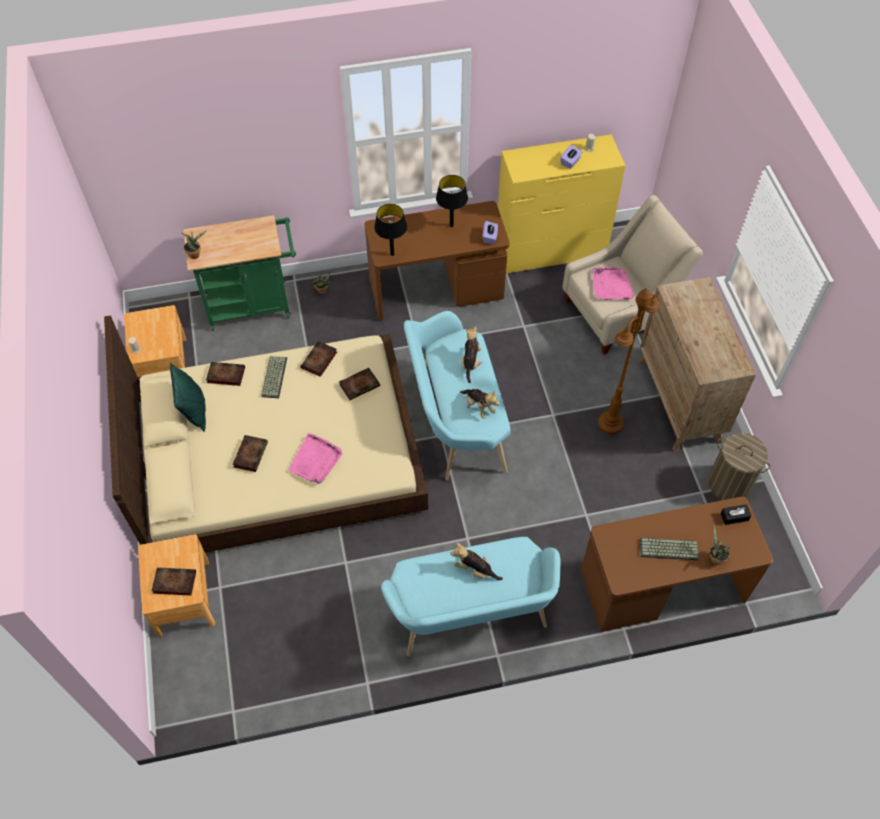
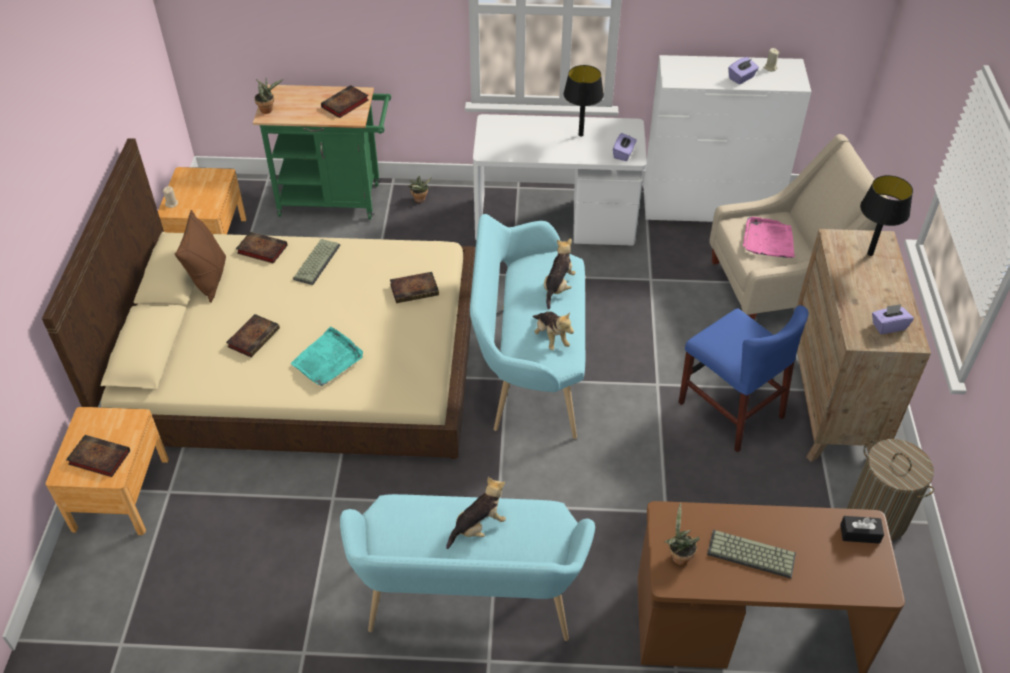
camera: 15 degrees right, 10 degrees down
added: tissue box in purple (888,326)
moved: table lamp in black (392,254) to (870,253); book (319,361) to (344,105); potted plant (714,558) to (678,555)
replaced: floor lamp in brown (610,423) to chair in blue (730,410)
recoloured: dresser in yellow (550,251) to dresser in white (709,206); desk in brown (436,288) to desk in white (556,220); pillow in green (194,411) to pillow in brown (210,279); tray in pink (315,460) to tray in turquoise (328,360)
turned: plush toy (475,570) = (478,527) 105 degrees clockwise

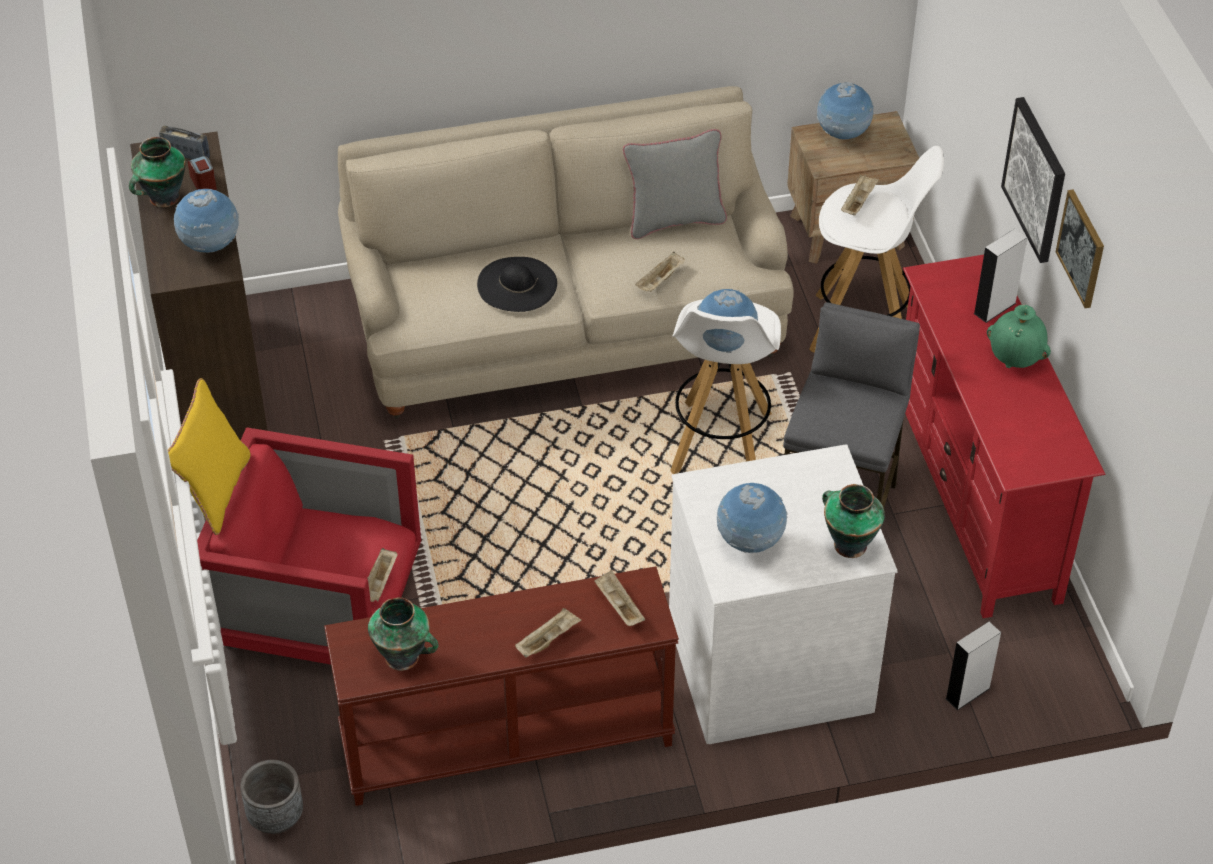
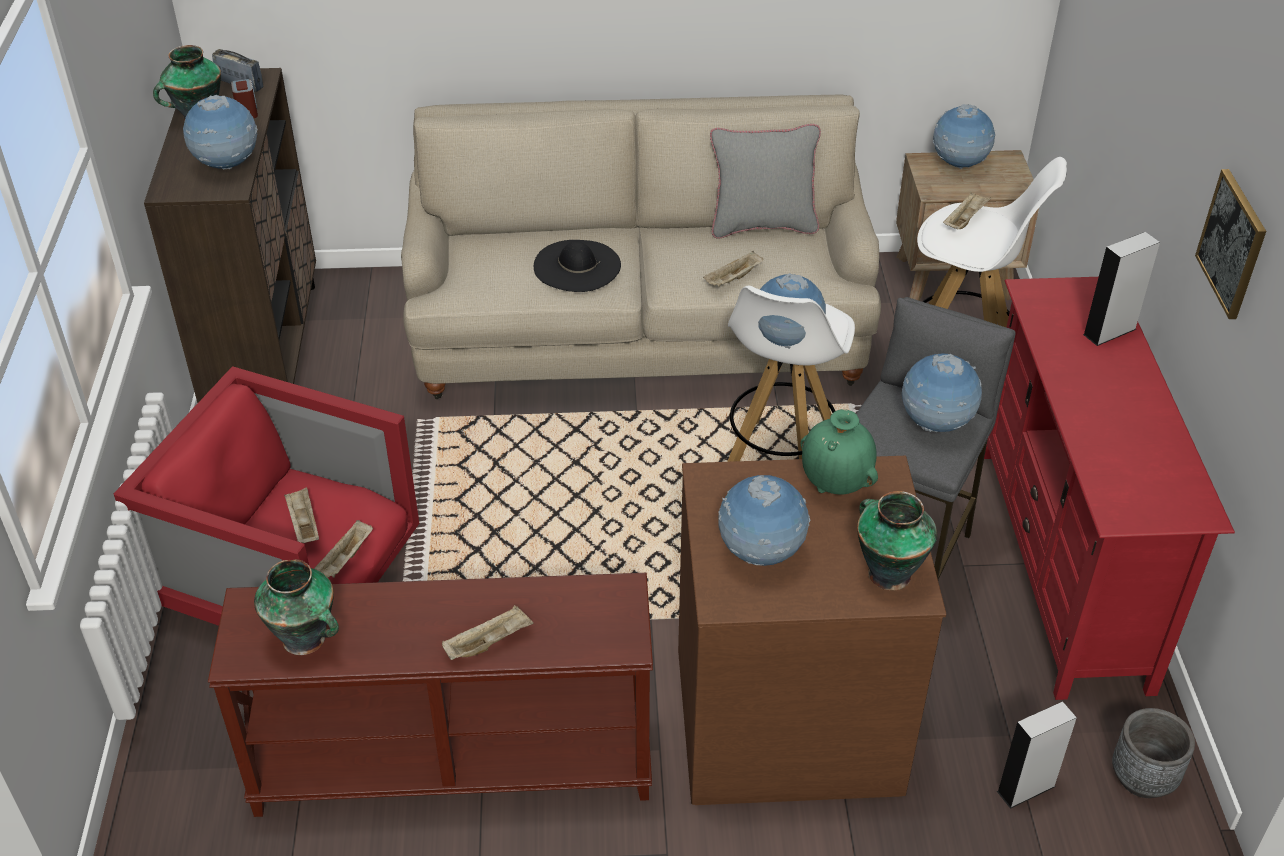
camera: 10 degrees right, 5 degrees down
removed: picture (1036,179); pillow in yellow (216,492)
added: globe (935,425)
moved: vase in green (1015,360) to (836,485); tray in beige (618,606) to (303,524); planter in grey (275,817) to (1142,778)
recoloured: dresser in white (769,663) to dresser in brown (787,716)

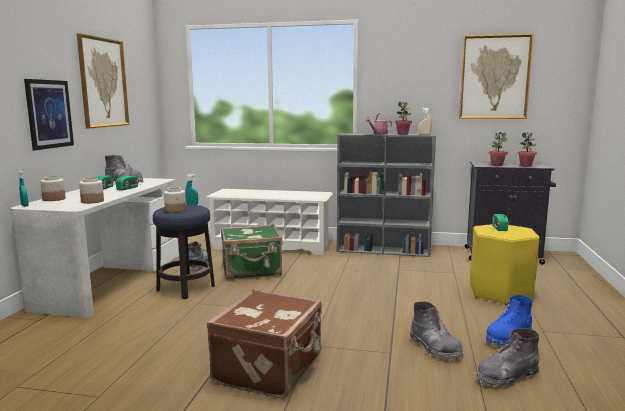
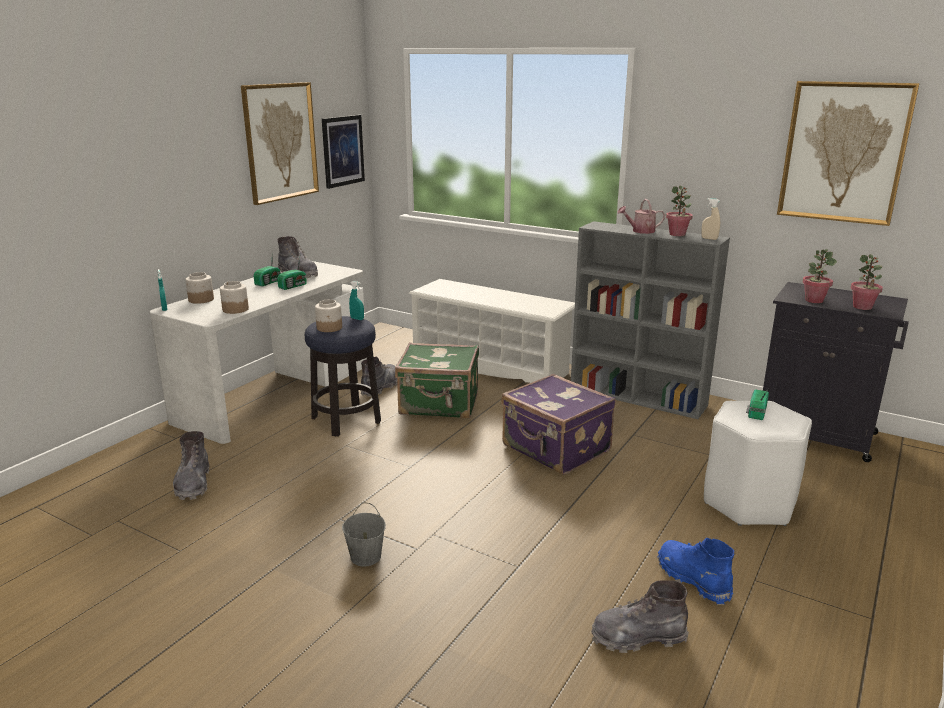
camera: 20 degrees right, 10 degrees up
added: suitcase in purple (555,449)
moved: picture (49,114) to (342,151); boot in grey (435,348) to (193,484)
replaced: suitcase in brown (270,369) to bucket in grey (365,557)
recoloured: stool in yellow (500,293) to stool in white (749,503)
turned: boot in blue (508,338) = (693,579) 75 degrees clockwise

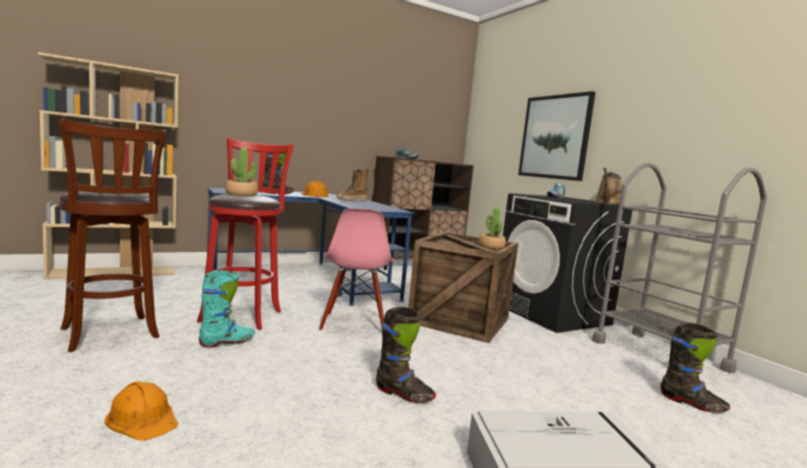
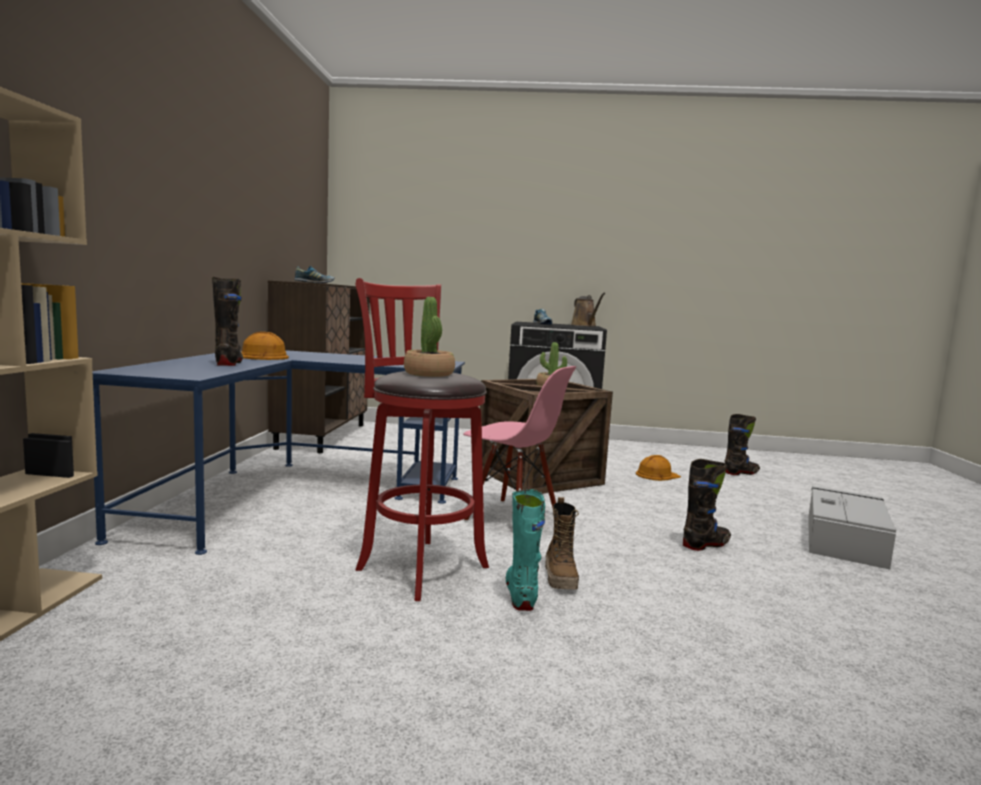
camera: 55 degrees left, 0 degrees up
removed: picture (554,137); stool in brown (111,334); cart in grey (659,355)
moved: boot (351,201) to (560,578); hard hat in orange (143,418) to (657,475)

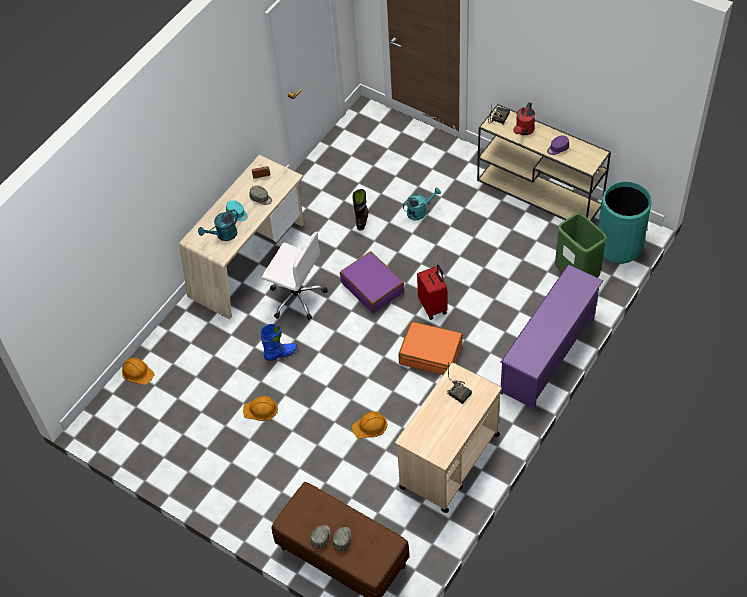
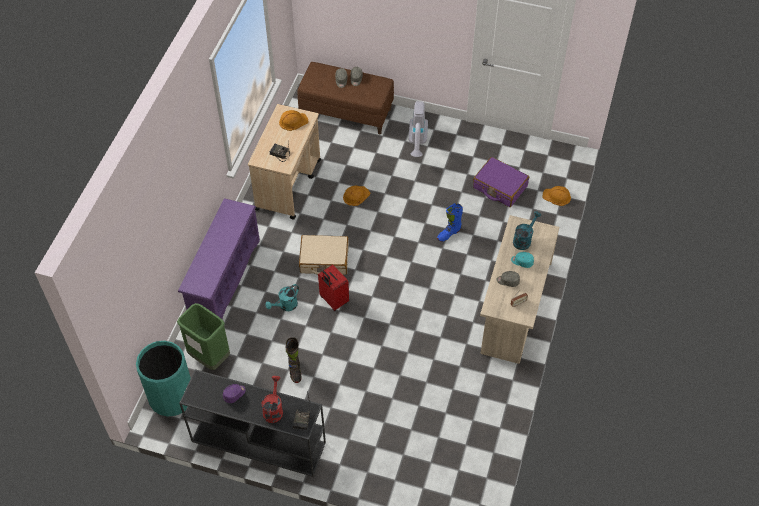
camera: 160 degrees right, 0 degrees up
removed: office chair in white (296,297)
added: vacuum cleaner (417,142)
moved: watering can in turquoise (419,211) to (285,306); boot in black (362,219) to (295,370); suitcase in purple (372,287) to (499,187); hard hat in orange (261,409) to (293,121)
recoloured: console table in beige (540,193) to console table in black (257,442); suitcase in orange (431,353) to suitcase in beige (324,260)

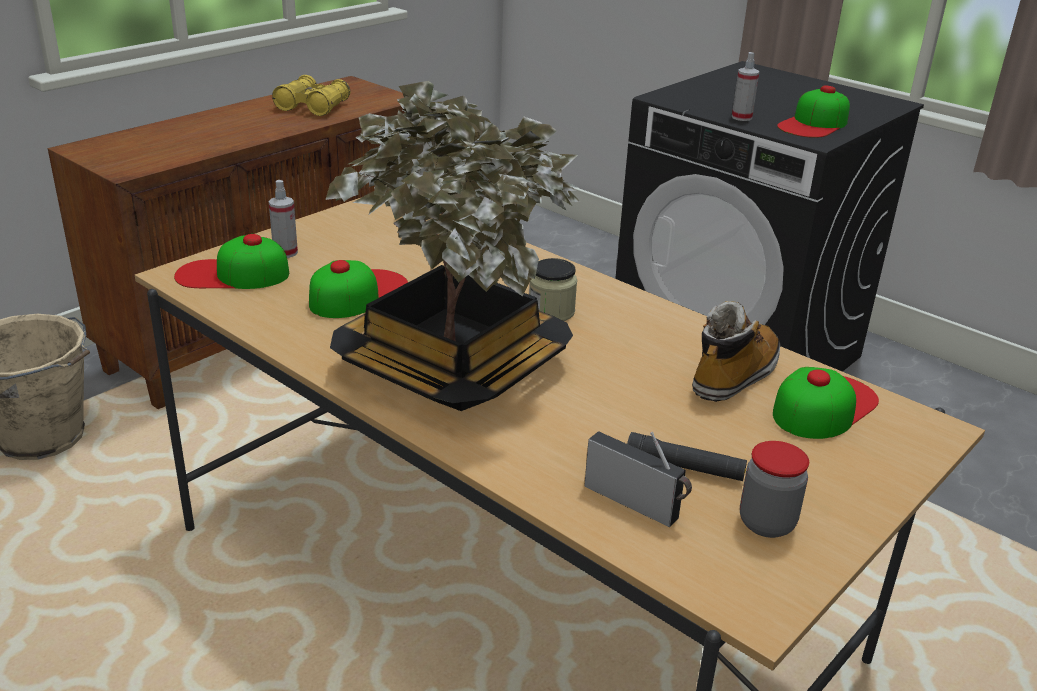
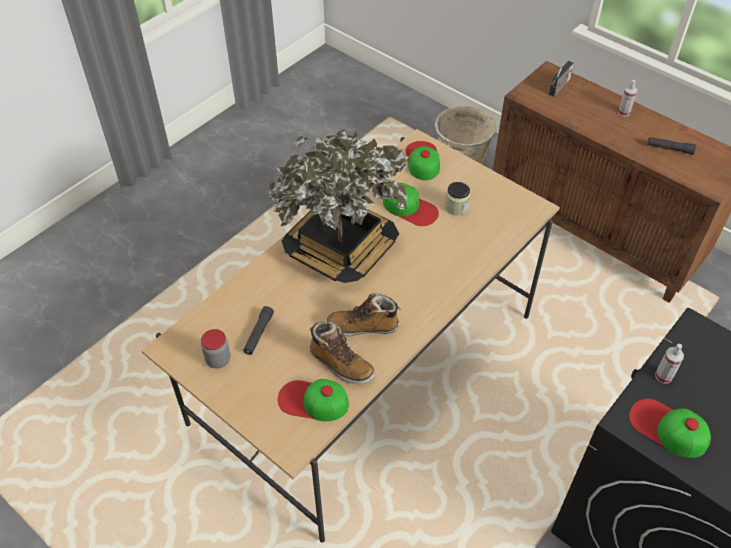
camera: 90 degrees right, 20 degrees up
added: boot (363,326)
moved: spray bottle (285,253) to (624,112); jar (551,312) to (456,207); radio (636,503) to (559,88)
replaced: binoculars in yellow (313,107) to flashlight in black (669,149)
turned: cap (823,406) = (313,401) 150 degrees clockwise

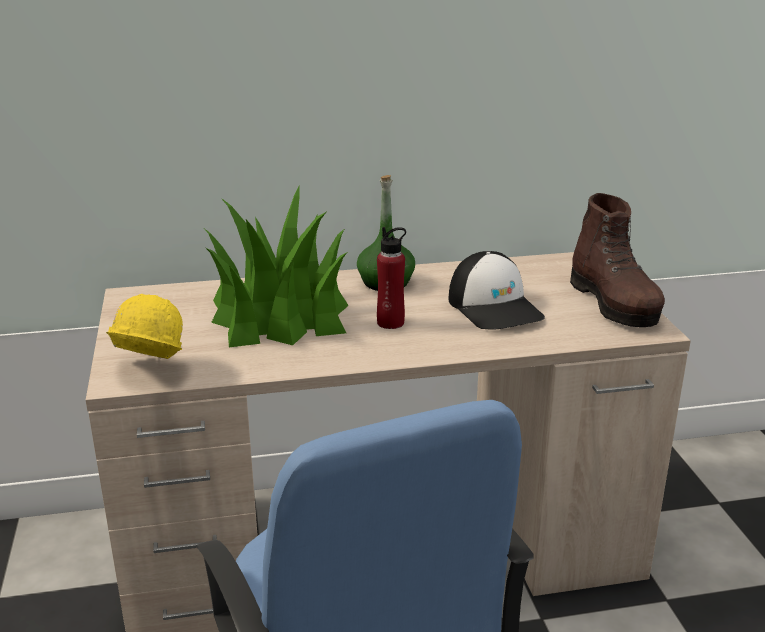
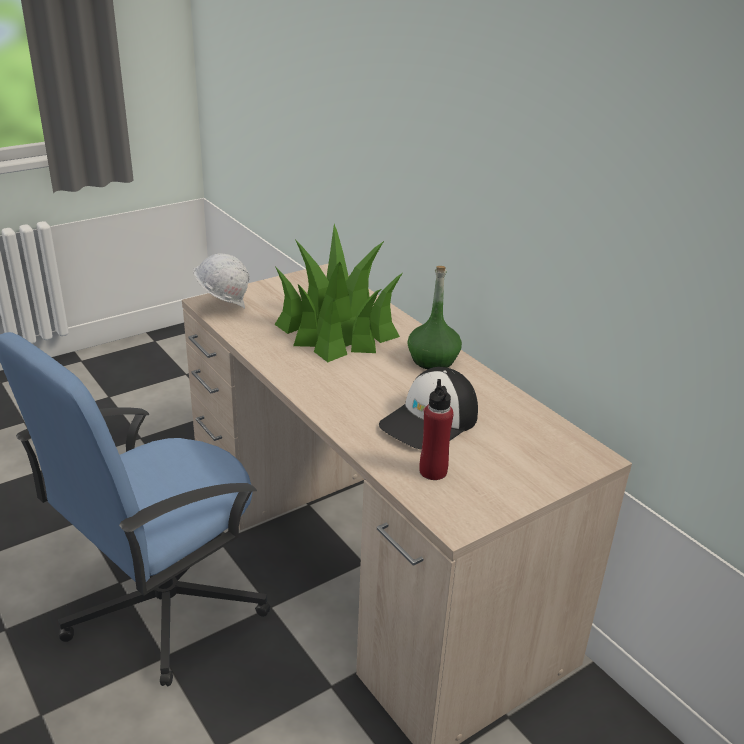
camera: 65 degrees right, 5 degrees up
removed: boot in brown (614,303)
moved: bottle in red (390,322) to (433,471)
recoloured: hard hat in yellow (148,373) to hard hat in white (223,308)

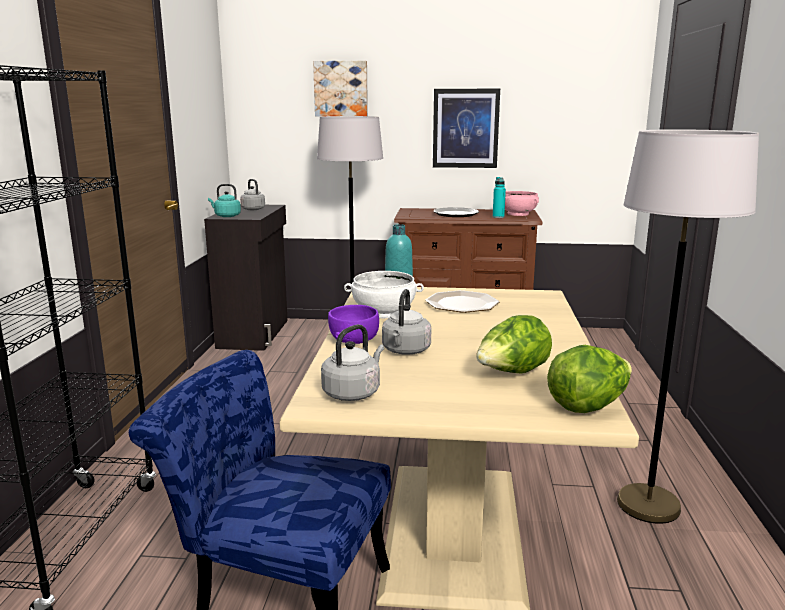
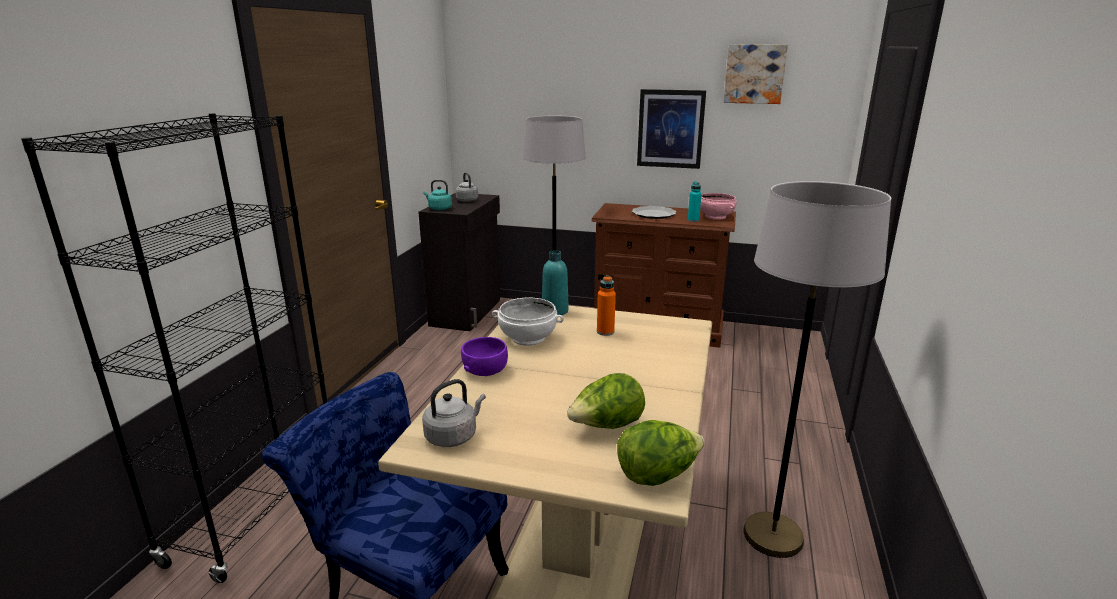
camera: 10 degrees right, 5 degrees up
removed: kettle in grey (405,351)
moved: picture (341,89) to (754,74)
replaced: plate (461,304) to bottle in orange (605,332)

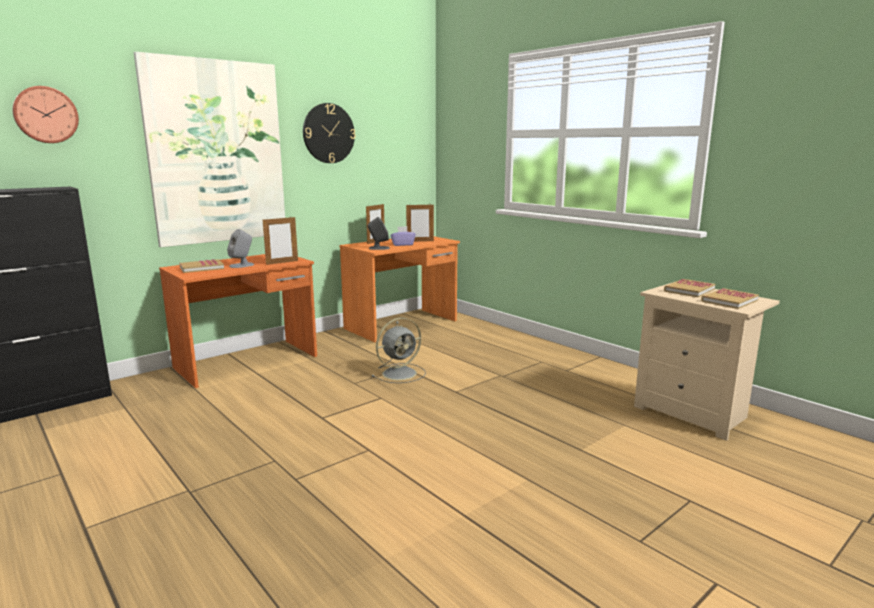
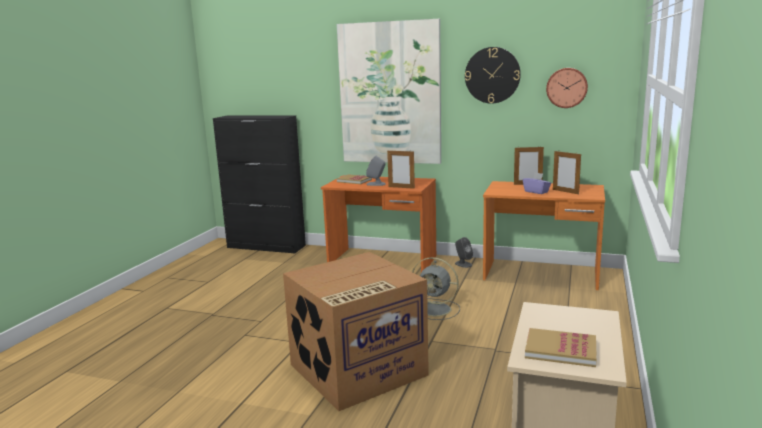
camera: 60 degrees right, 0 degrees up
removed: book (689,290)
added: cardboard box (357,371)
moved: wall clock (45,115) to (566,87); speaker in grey (379,248) to (463,264)

